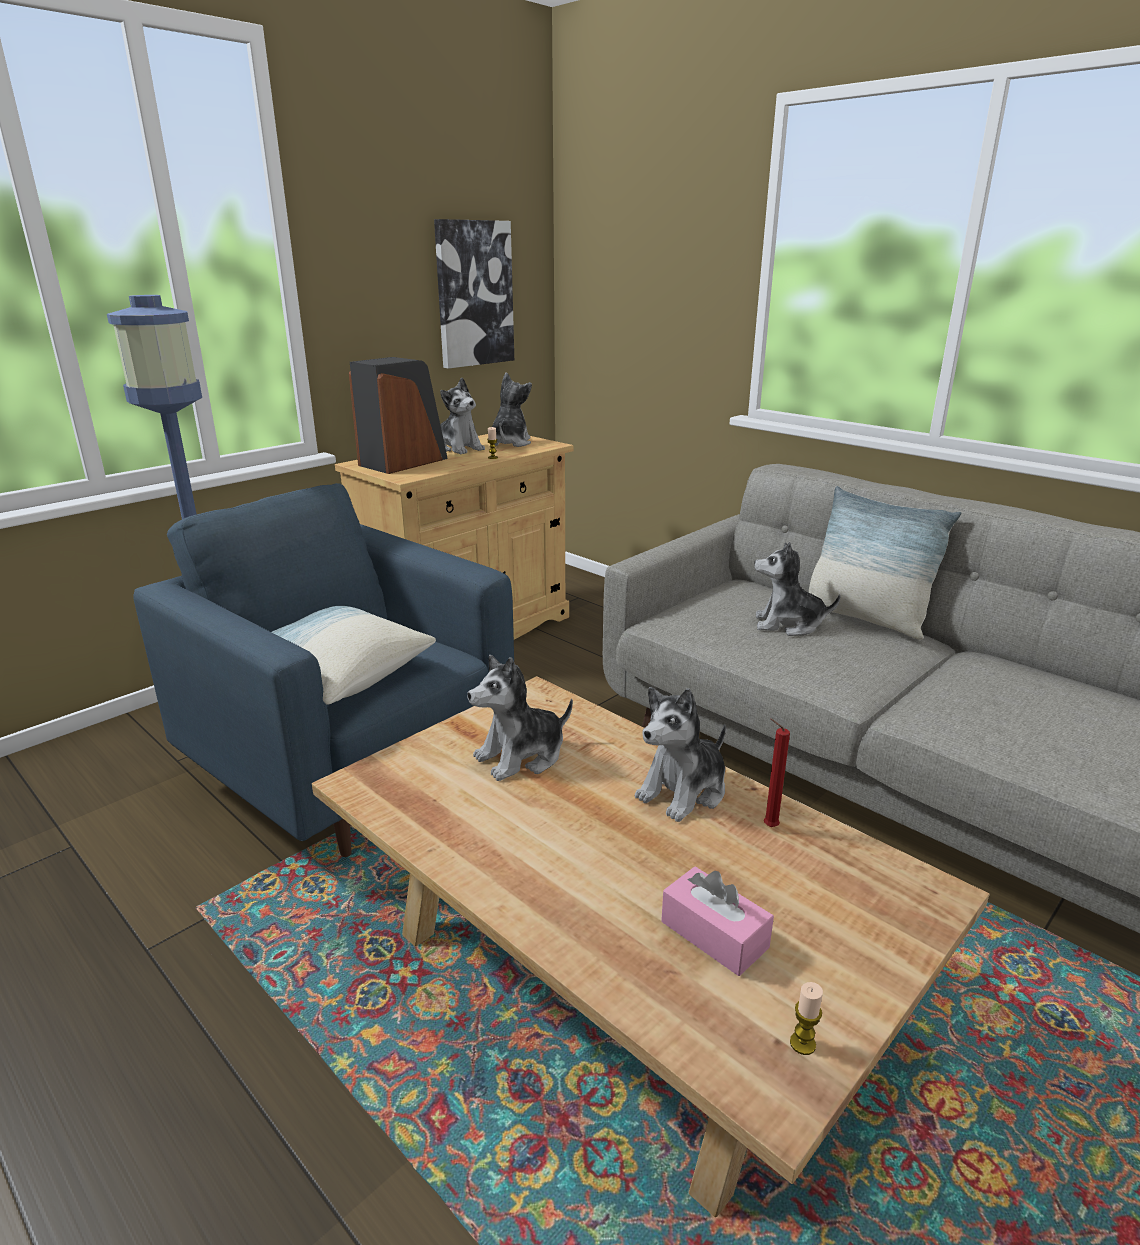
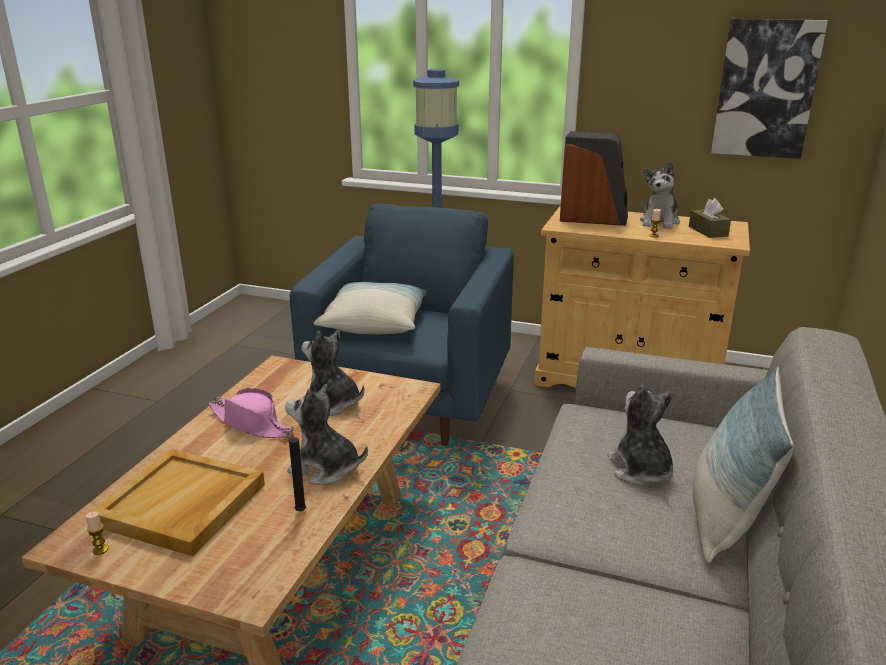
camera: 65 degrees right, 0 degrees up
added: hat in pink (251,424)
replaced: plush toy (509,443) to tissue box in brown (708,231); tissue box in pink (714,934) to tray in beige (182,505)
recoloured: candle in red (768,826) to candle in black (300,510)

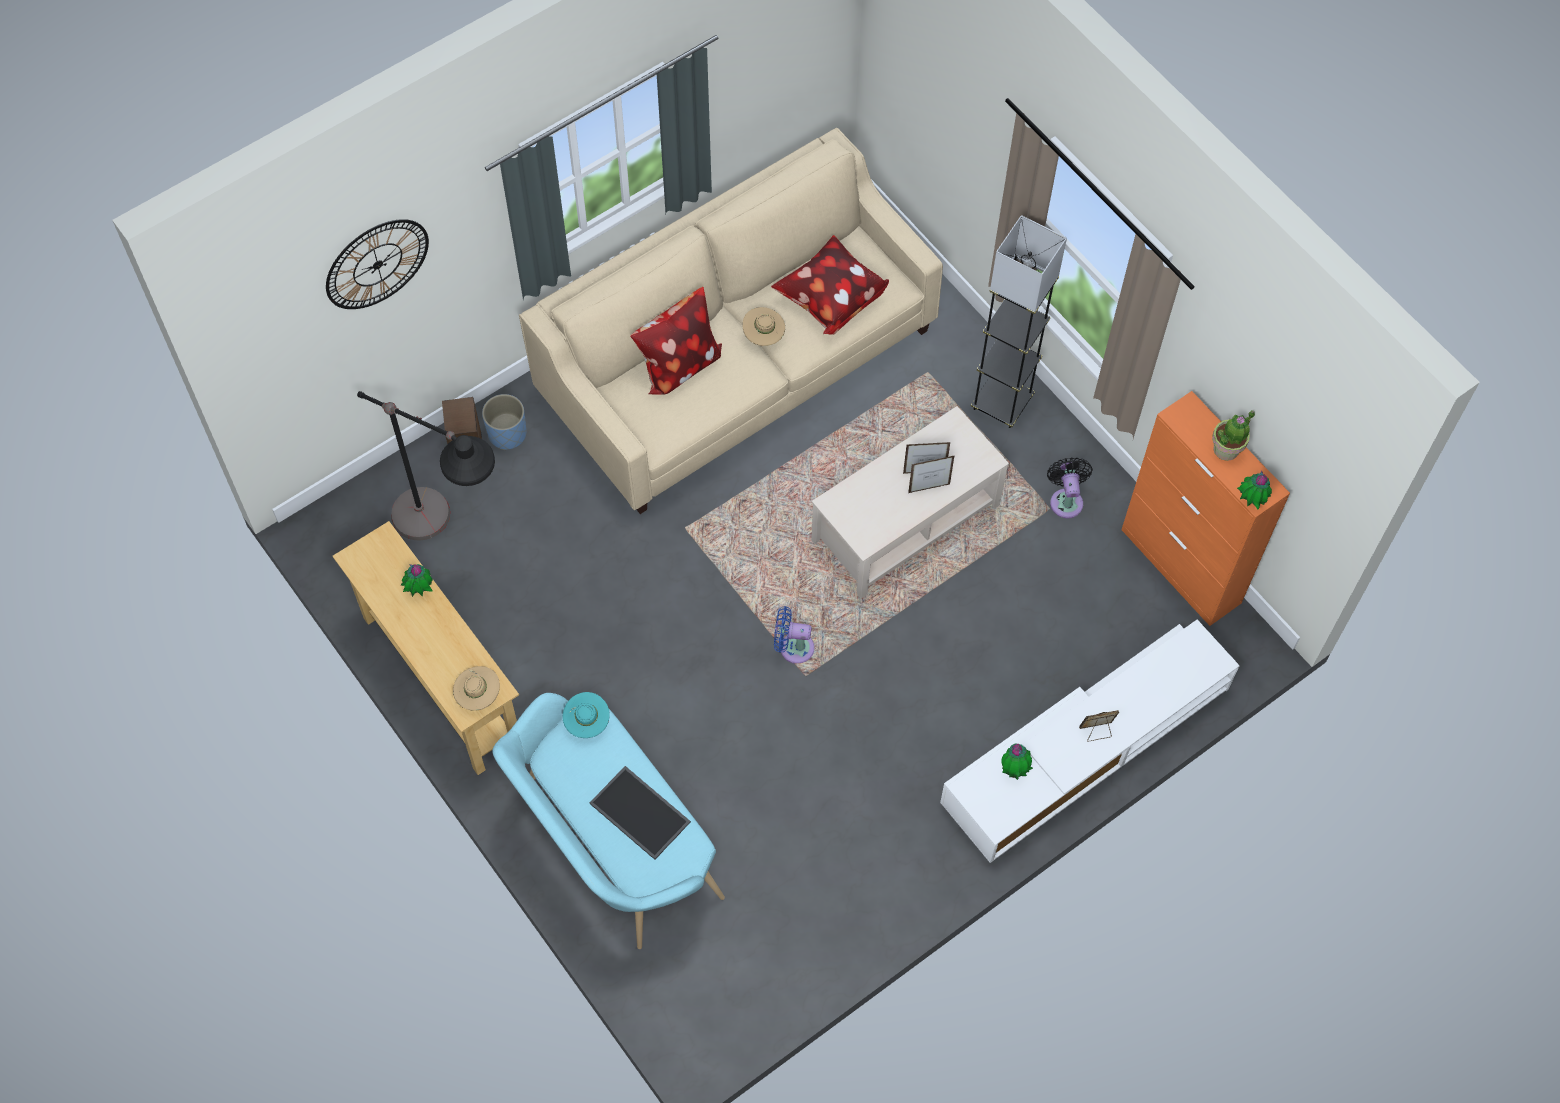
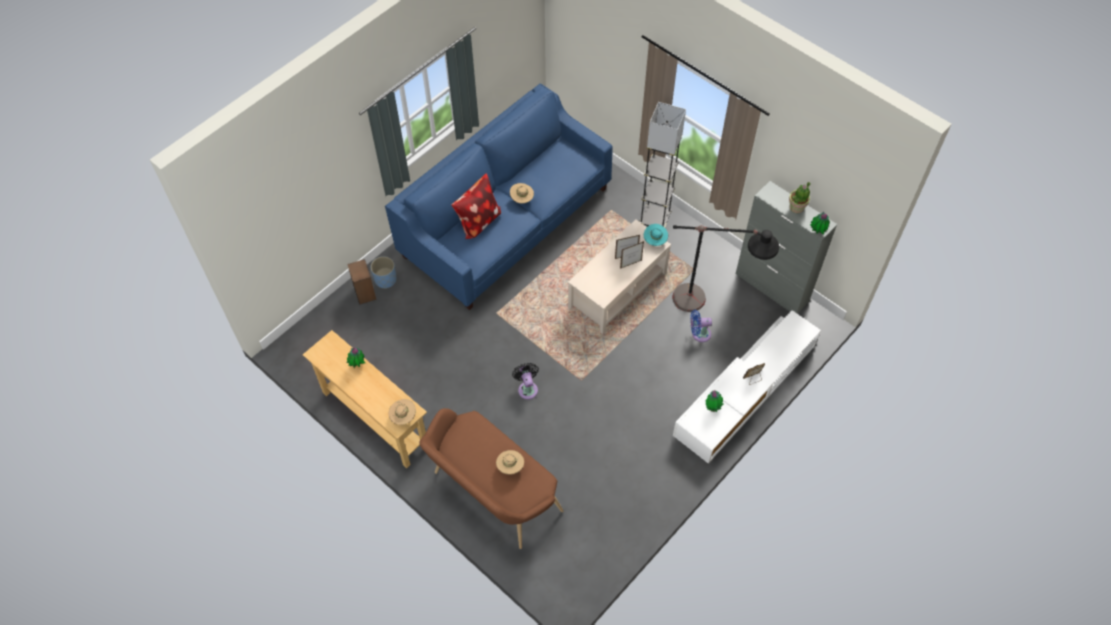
camera: 10 degrees left, 5 degrees down
removed: wall clock (377,264); pillow (829,299)
moved: floor lamp in black (450,539) to (710,308); fan in black (1066,500) to (527,388); fan in blue (793,647) to (699,334); hat in turquoise (587,722) to (655,240)
replaced: tray (641,812) to hat in beige (510,466)
recoloured: sofa in beige (737,366) to sofa in blue (506,223); cabinet in orange (1181,567) to cabinet in grey (772,287); bench in turquoise (611,846) to bench in brown (492,494)

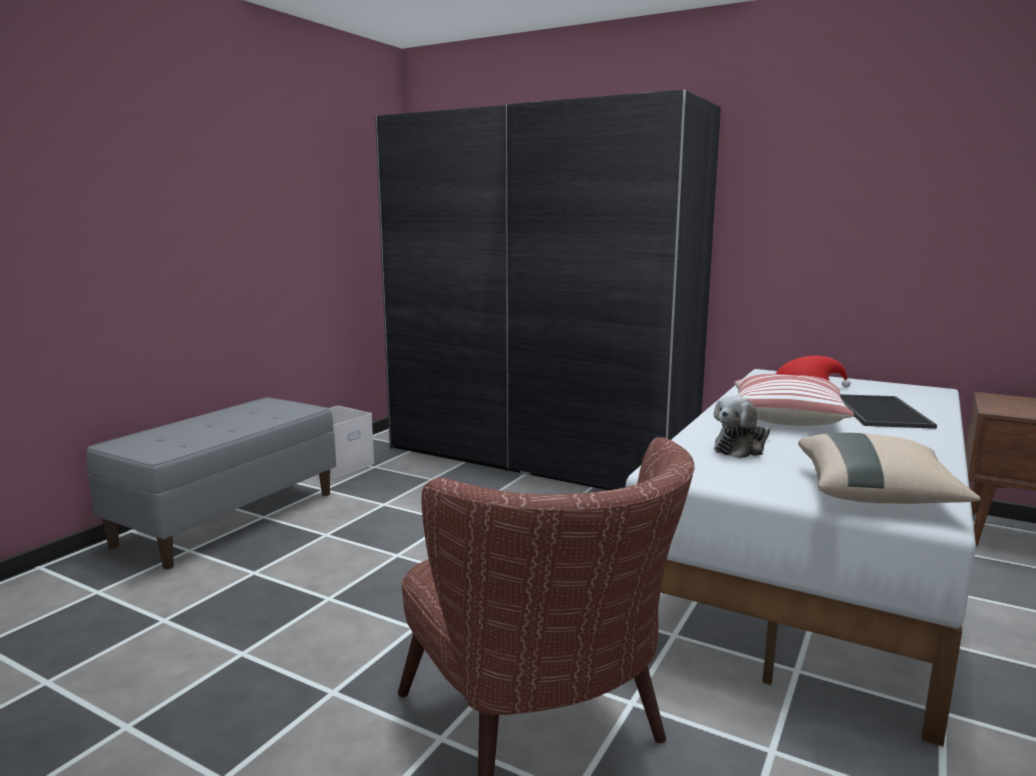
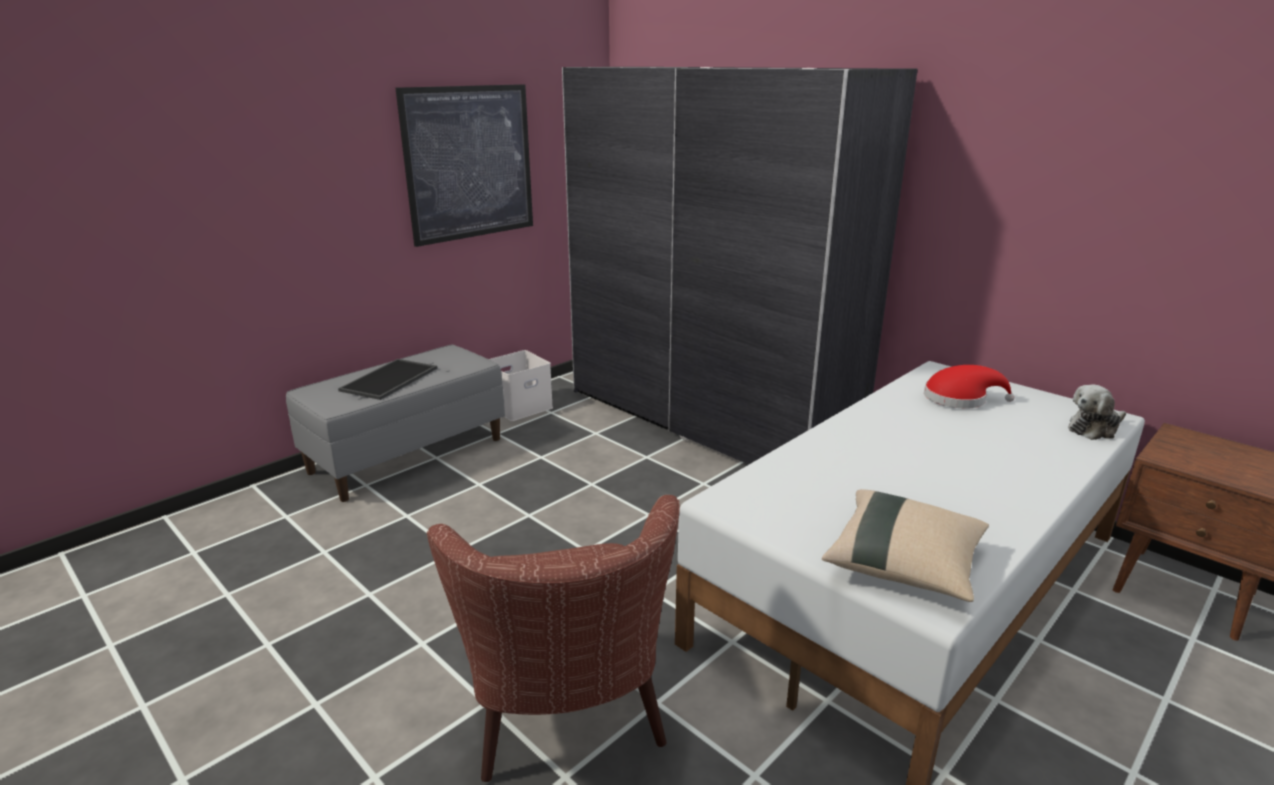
camera: 15 degrees right, 10 degrees up
removed: pillow (785,417)
added: picture (469,163)
moved: tray (883,412) to (390,380); plush toy (741,448) to (1094,429)

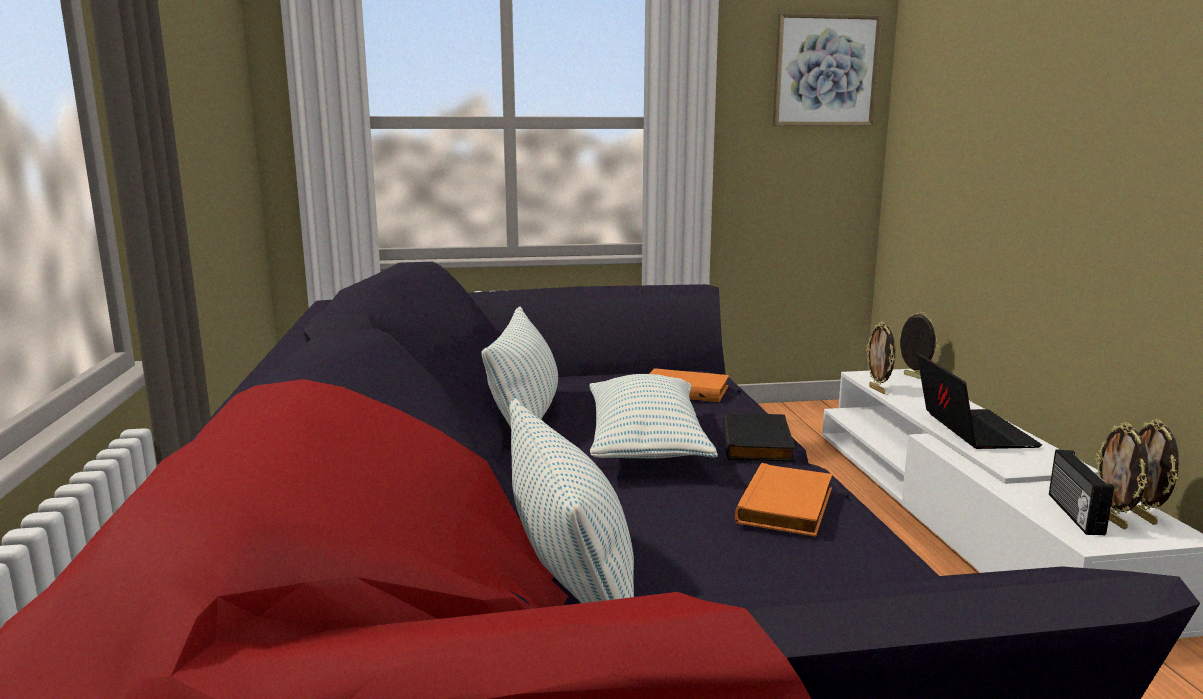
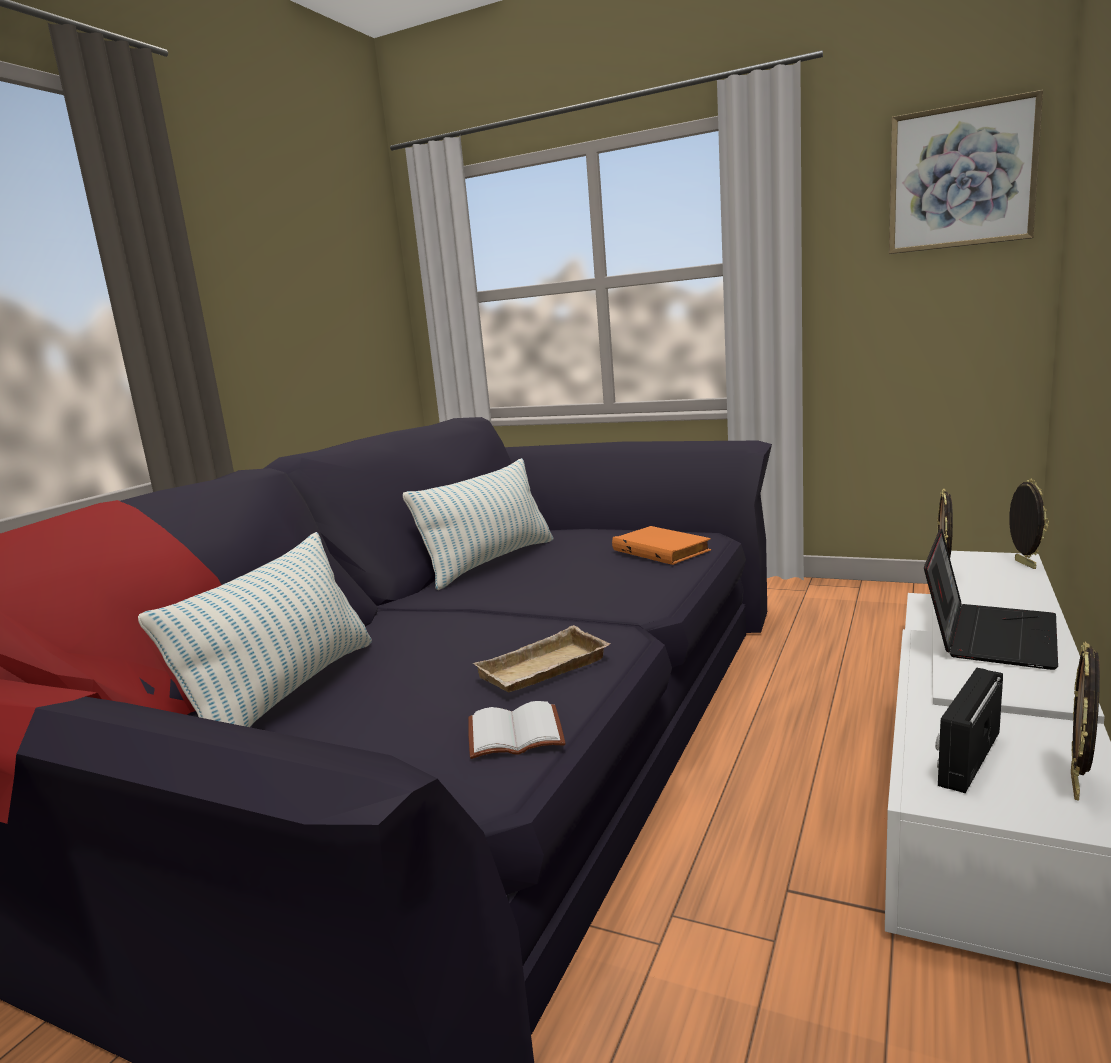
camera: 35 degrees right, 0 degrees up
removed: pillow (645,444); book in black (759,443); picture frame (1113,521)
added: book in white (516,732)
replaced: book in orange (788,506) to tray in beige (544,671)

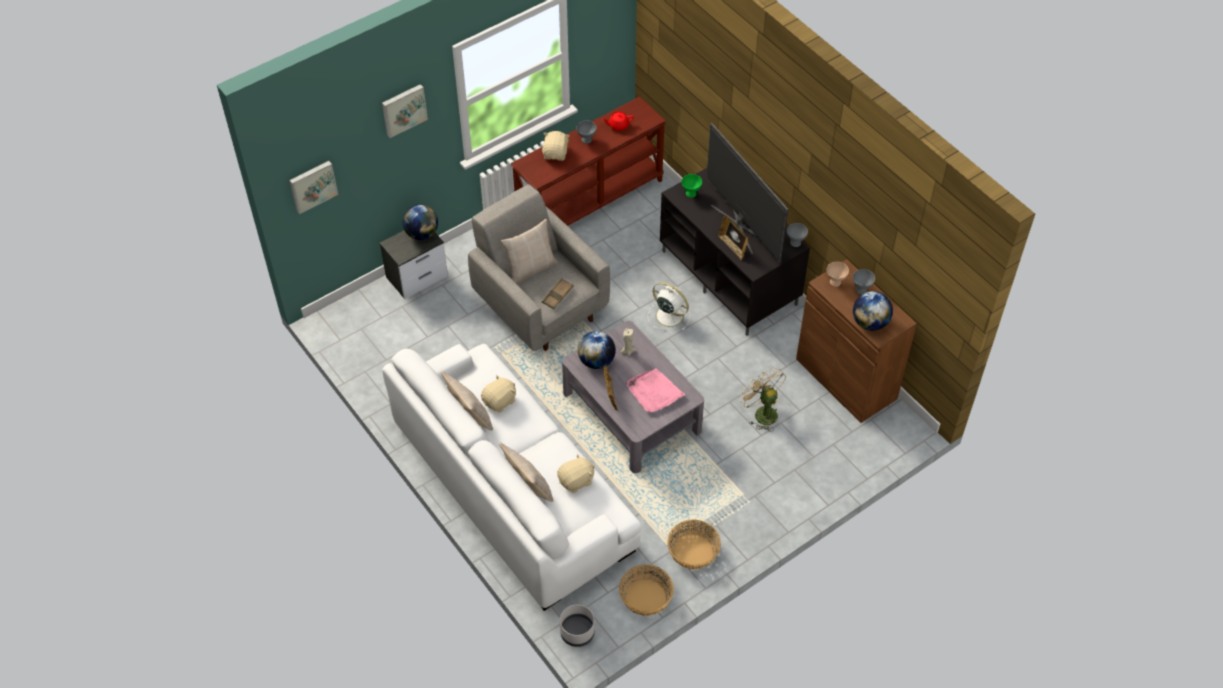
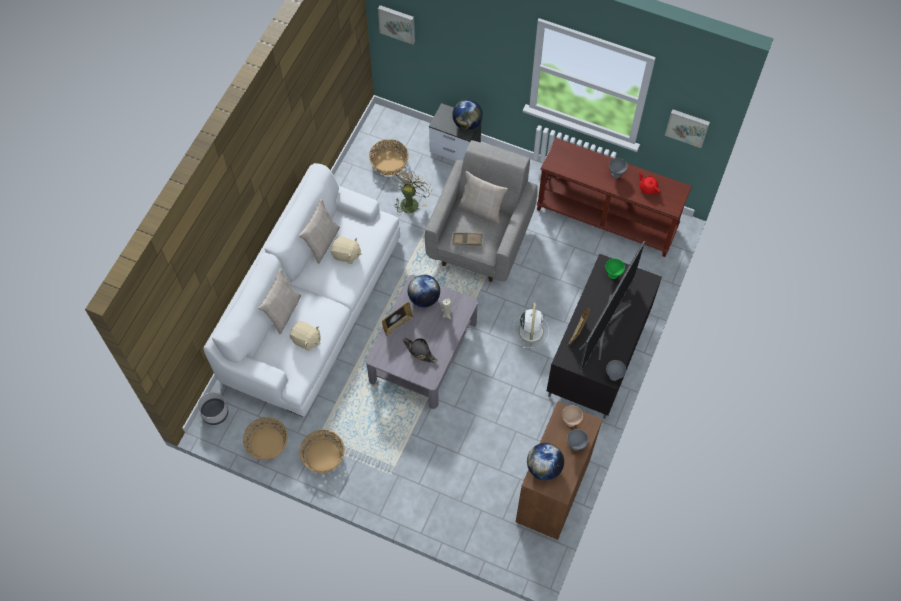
camera: 60 degrees right, 10 degrees up
removed: plush toy in beige (556,153)
added: basket (389,163)
moved: picture (403,109) to (687,127); fan in beige (761,412) to (410,201)
replaced: tray in pink (654,392) to hat in black (419,351)

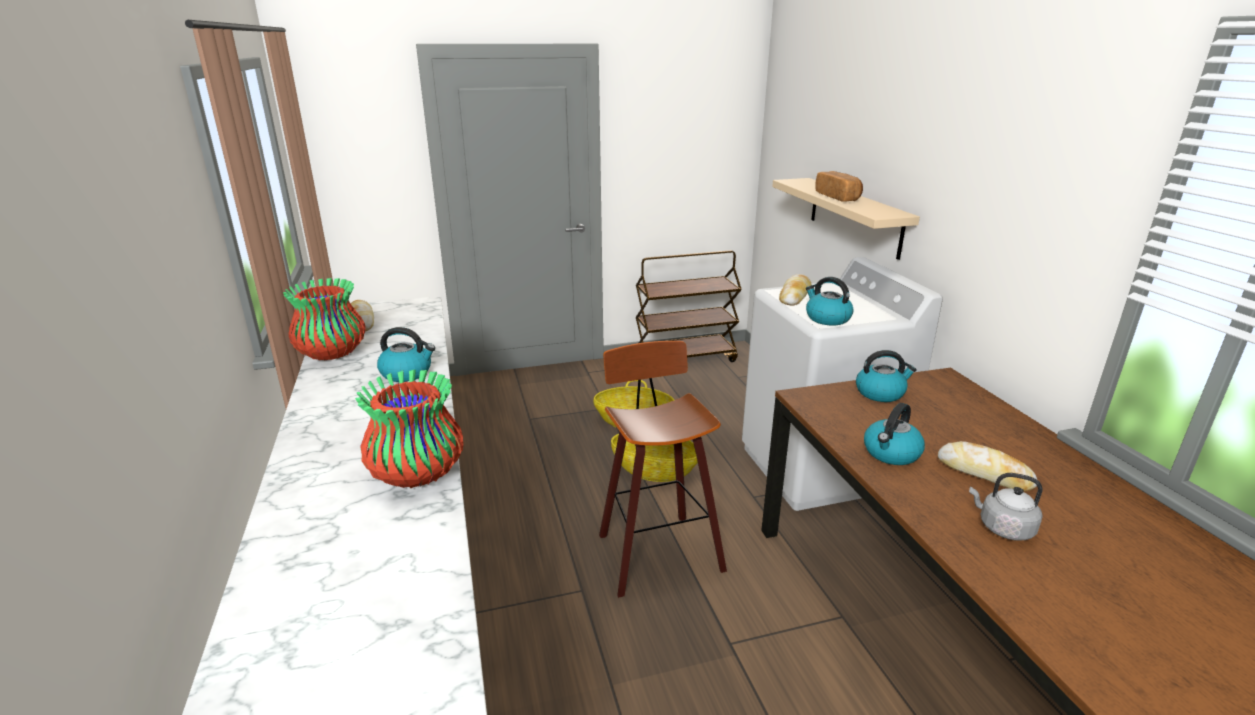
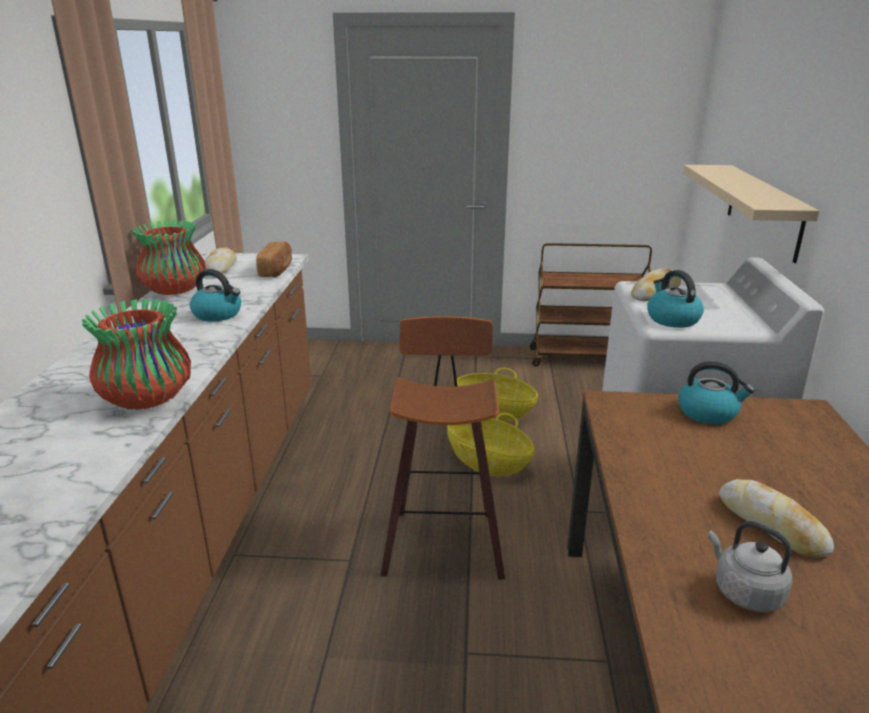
camera: 20 degrees right, 0 degrees up
removed: kettle (891,453)
moved: bread (838,197) to (277,270)

